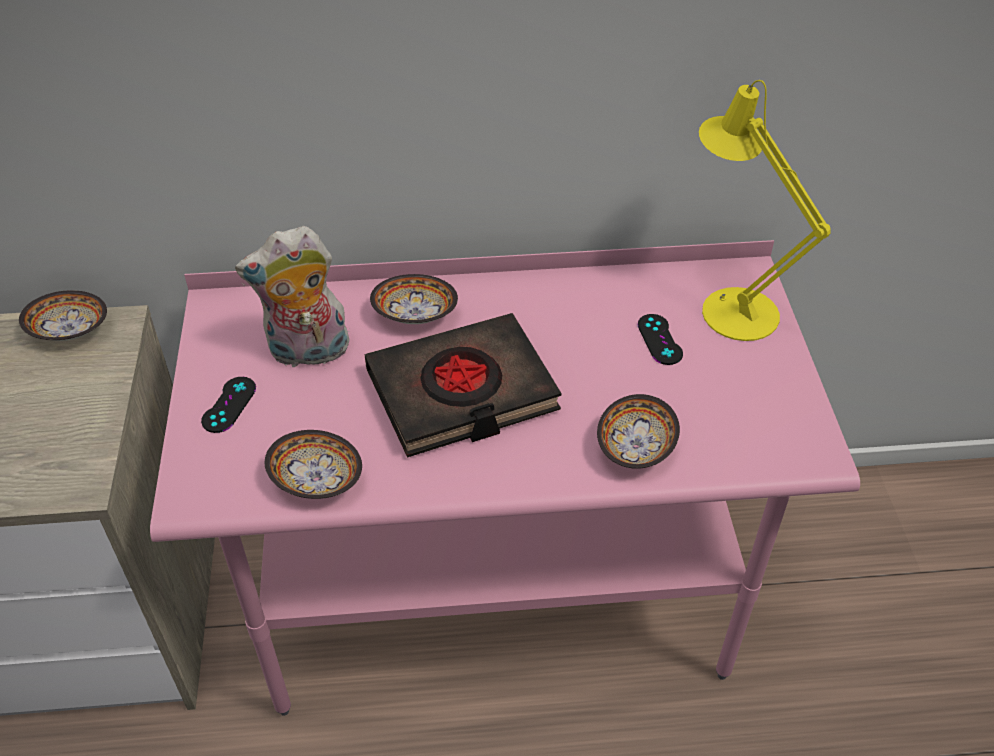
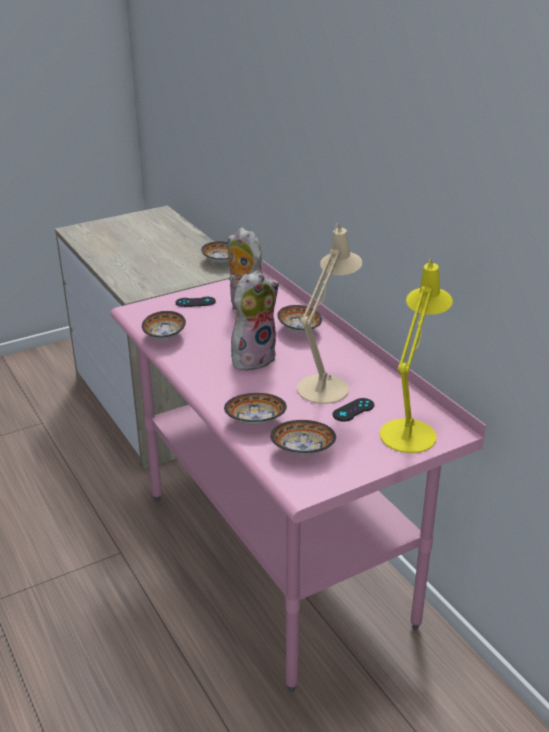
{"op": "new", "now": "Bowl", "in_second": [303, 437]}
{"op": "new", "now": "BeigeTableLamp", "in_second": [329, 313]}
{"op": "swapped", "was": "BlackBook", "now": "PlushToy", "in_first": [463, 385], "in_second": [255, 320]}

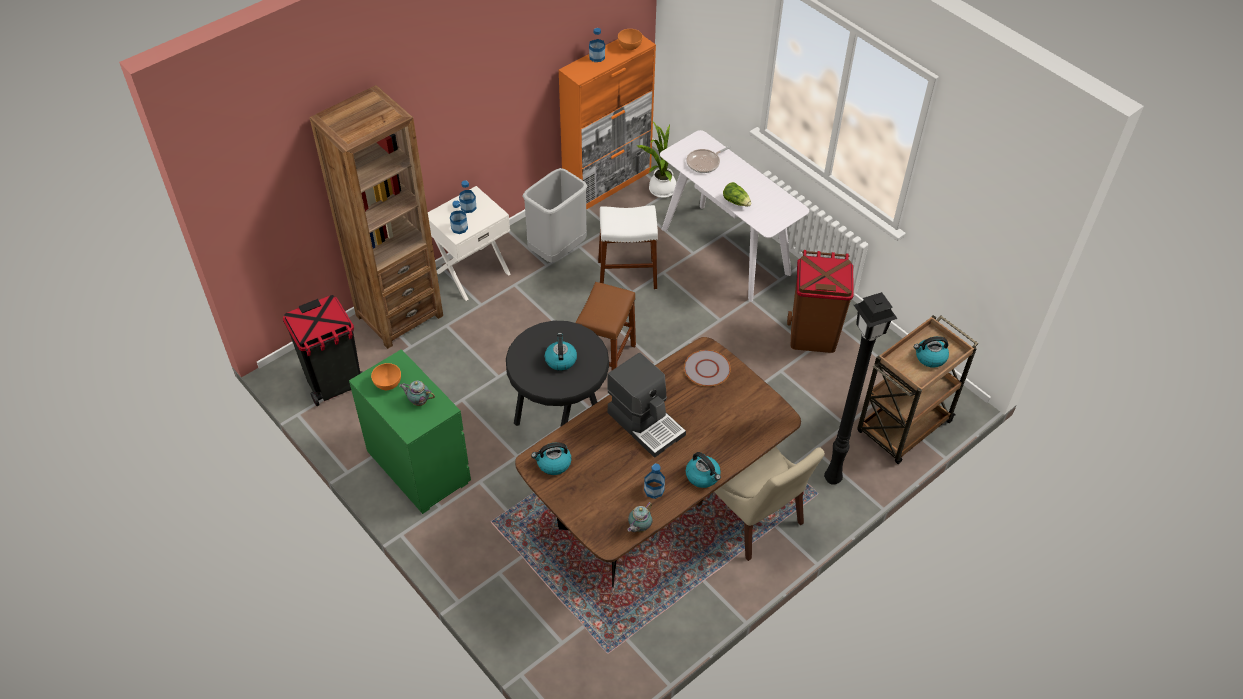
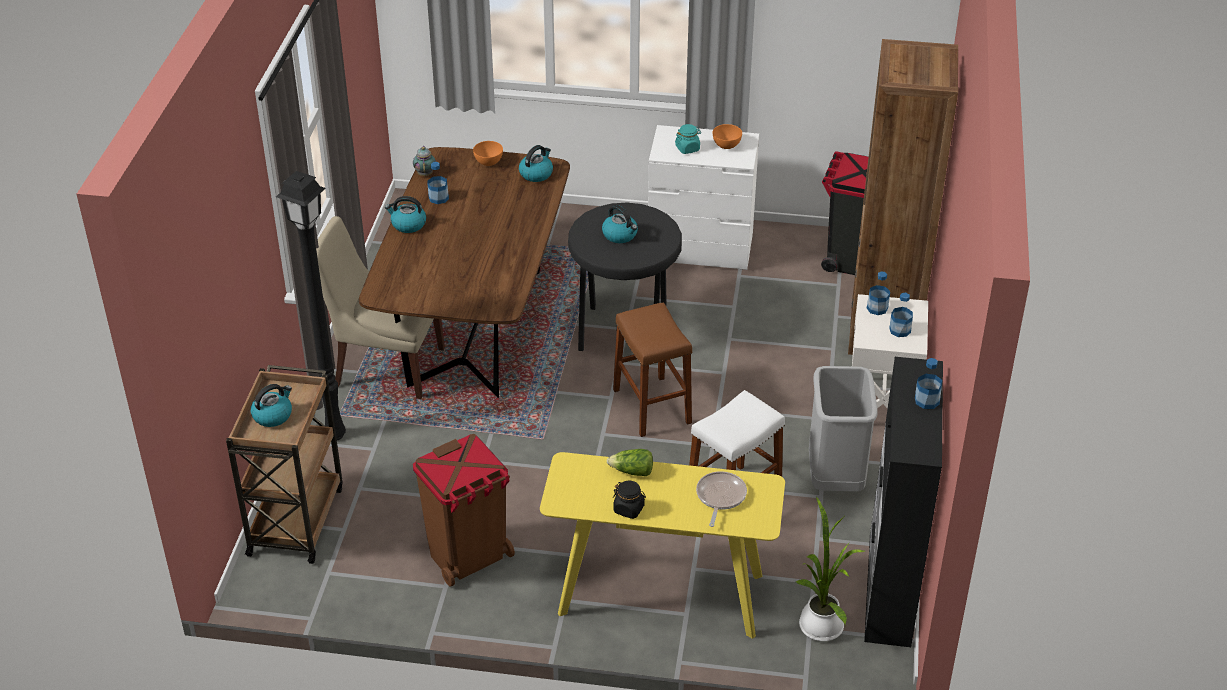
{"op": "gone", "was": "CoffeeMachine", "in_first": [646, 405]}
{"op": "gone", "was": "GreyPlate", "in_first": [707, 368]}
{"op": "new", "now": "BlackJar", "in_second": [629, 500]}
{"op": "shifted", "was": "OrangeBowl", "in_first": [630, 39], "in_second": [488, 153]}
{"op": "swapped", "was": "Teapot", "now": "TurquoiseJar", "in_first": [417, 393], "in_second": [688, 139]}
{"op": "repainted", "was": "GreenDresser", "now": "WhiteDresser", "in_first": [410, 431], "in_second": [703, 197]}
{"op": "repainted", "was": "OrangeCabinet", "now": "BlackCabinet", "in_first": [607, 123], "in_second": [903, 502]}
{"op": "repainted", "was": "WhiteConsoleTable", "now": "YellowConsoleTable", "in_first": [734, 216], "in_second": [662, 545]}

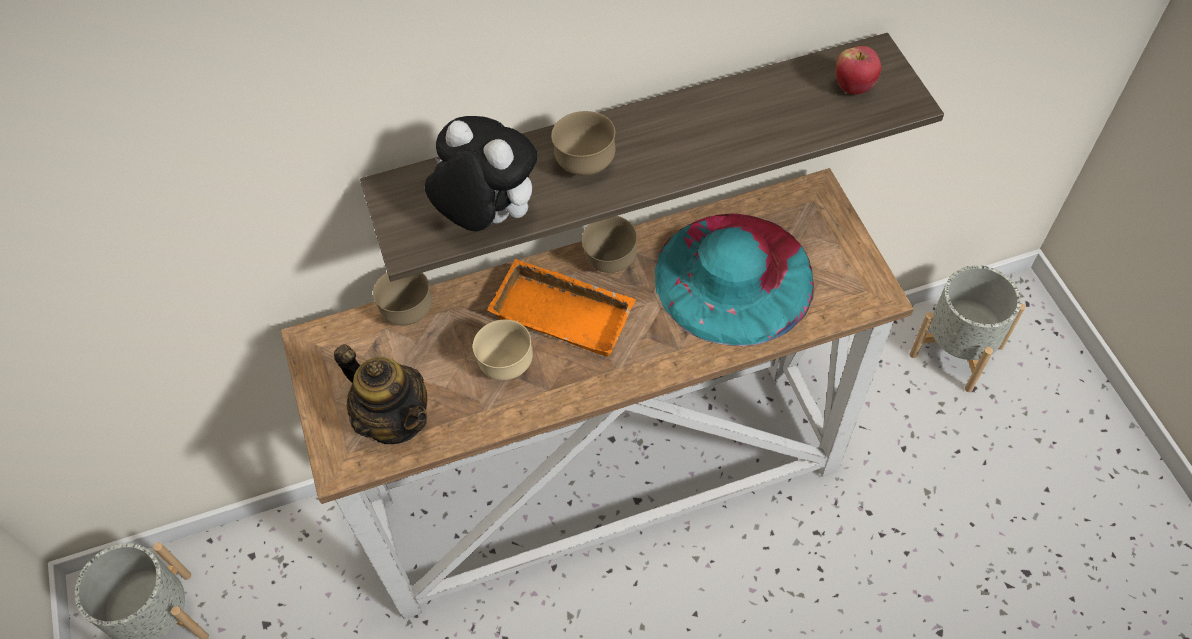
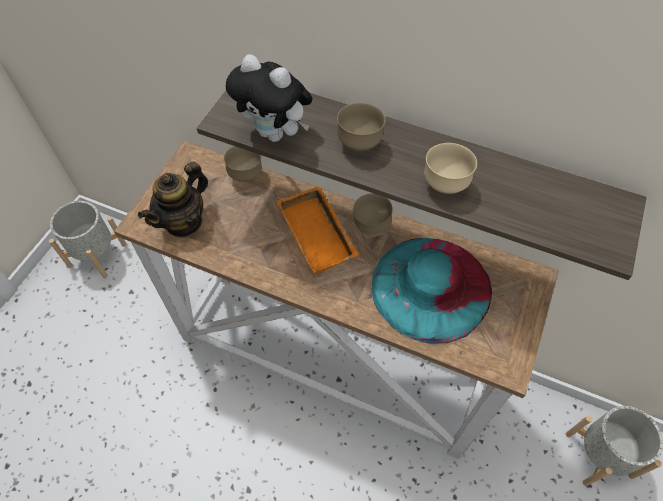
{"op": "gone", "was": "Apple", "in_first": [858, 70]}
{"op": "shifted", "was": "BeigeBowl", "in_first": [503, 350], "in_second": [450, 168]}
{"op": "rotated", "was": "Teapot", "in_first": [380, 394], "in_second": [173, 199], "clockwise": 45}
{"op": "rotated", "was": "PlushToy", "in_first": [481, 174], "in_second": [269, 98], "clockwise": 135}

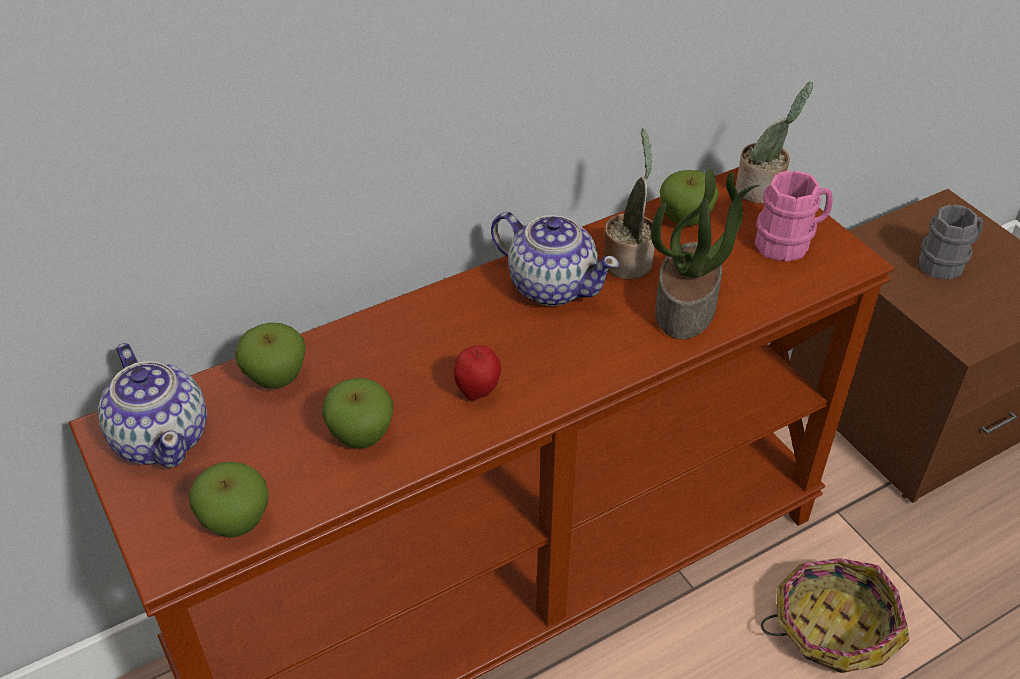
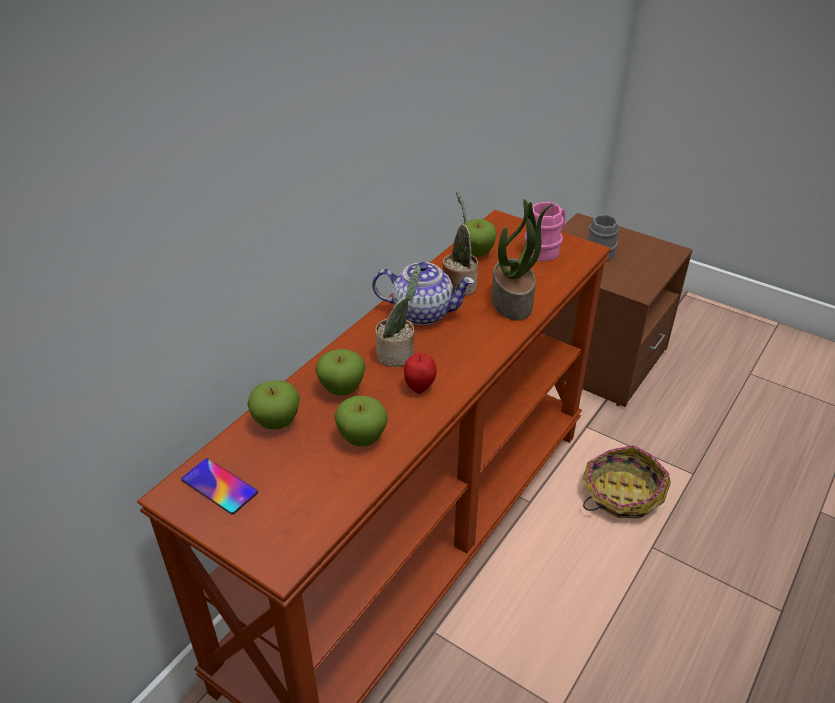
{"op": "shifted", "was": "Apple", "in_first": [229, 499], "in_second": [340, 372]}
{"op": "shifted", "was": "PottedPlant", "in_first": [774, 143], "in_second": [398, 316]}
{"op": "swapped", "was": "Teapot", "now": "Phone", "in_first": [152, 405], "in_second": [219, 486]}

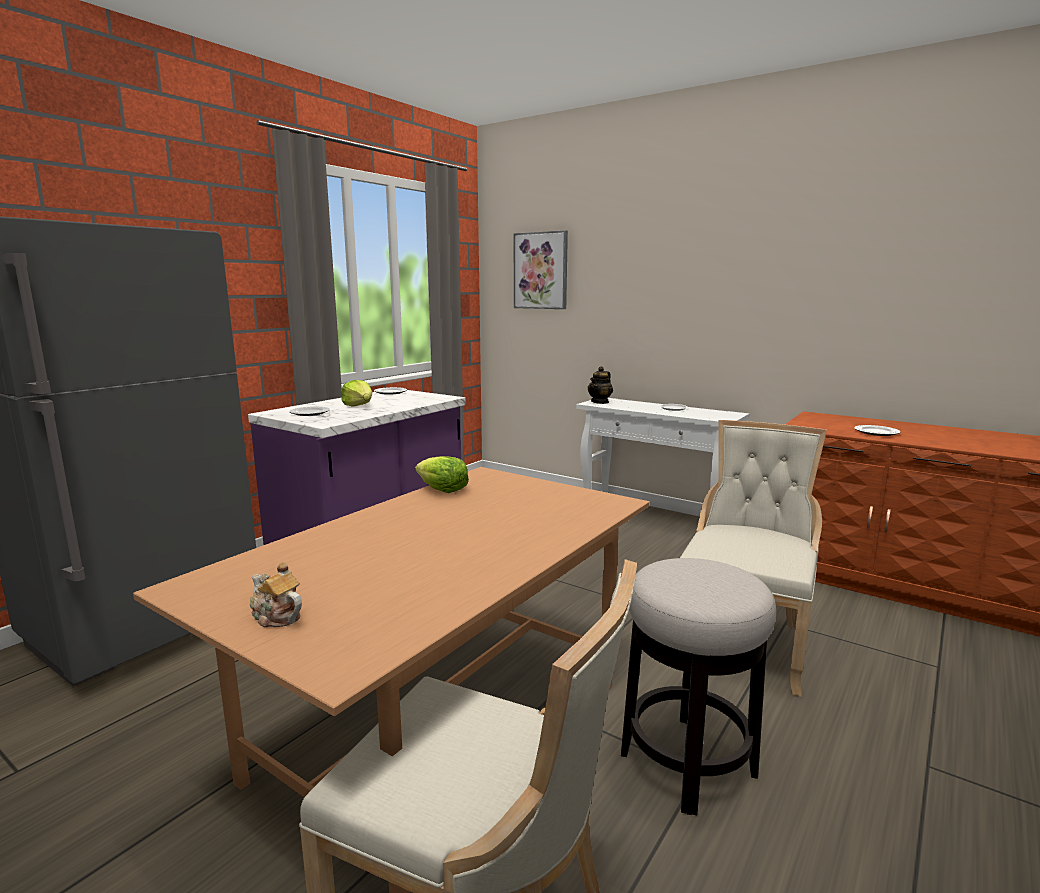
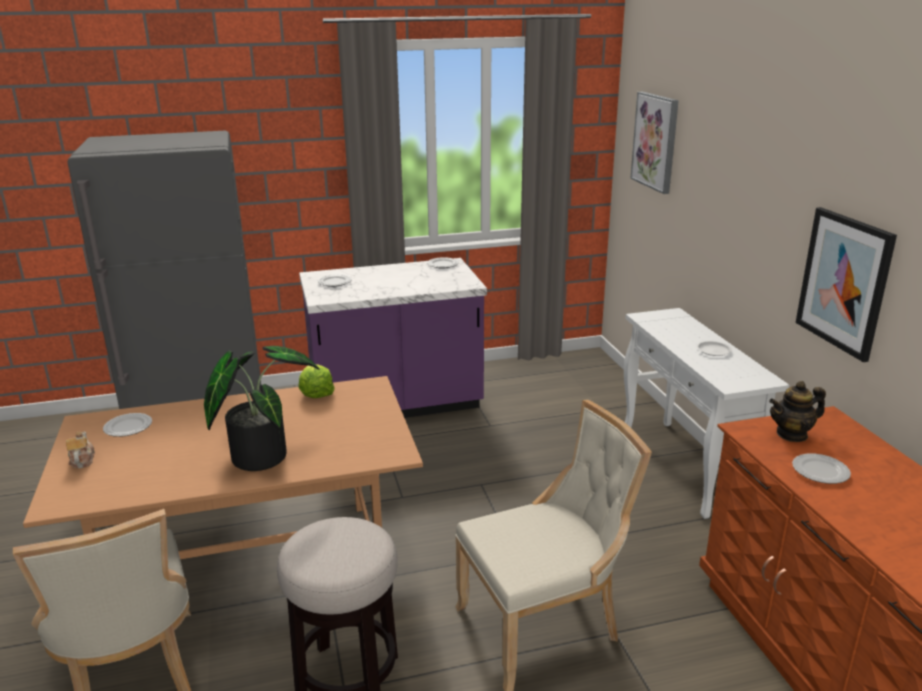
{"op": "gone", "was": "Lettuce", "in_first": [356, 393]}
{"op": "new", "now": "Plate", "in_second": [127, 425]}
{"op": "new", "now": "PottedPlant", "in_second": [261, 408]}
{"op": "new", "now": "Picture", "in_second": [846, 284]}
{"op": "shifted", "was": "Teapot", "in_first": [600, 385], "in_second": [797, 411]}

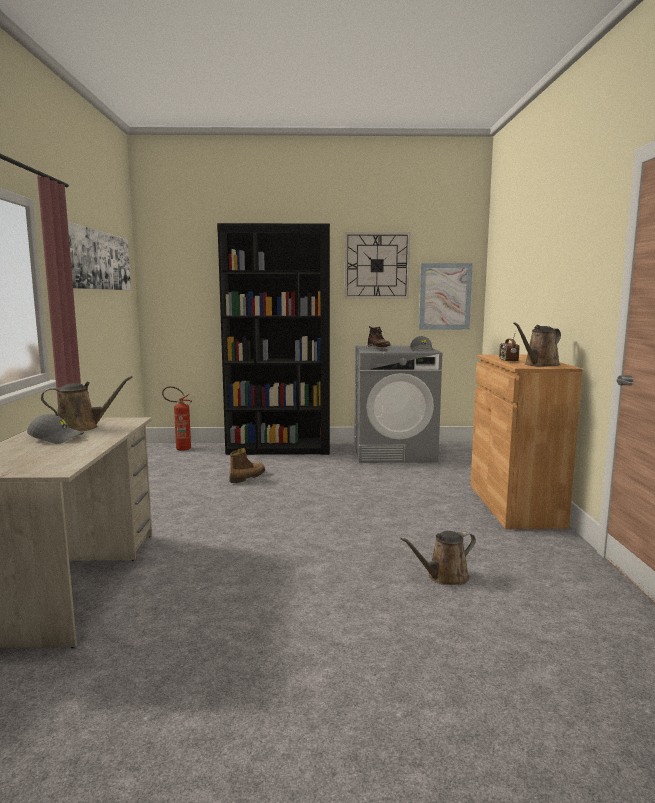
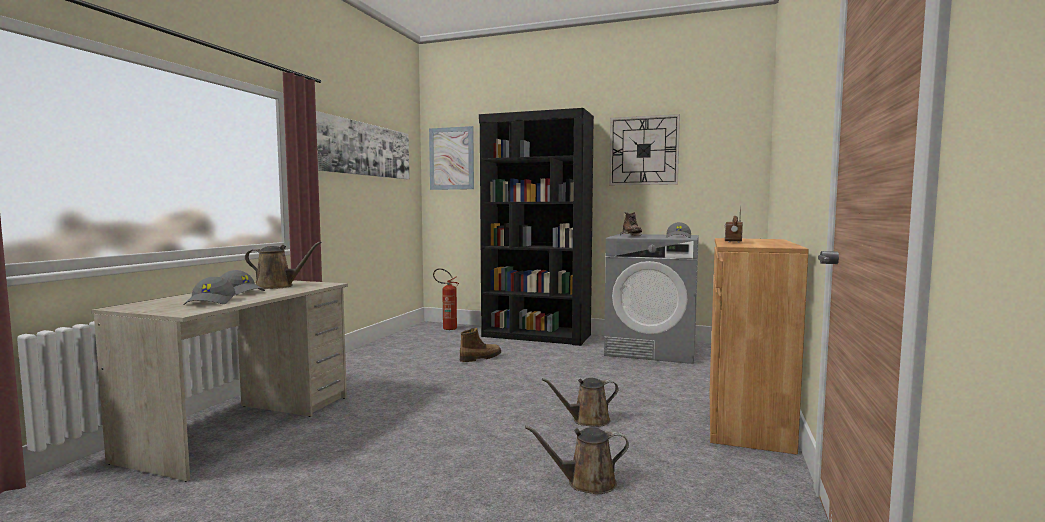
{"op": "new", "now": "GreyCap", "in_second": [209, 291]}
{"op": "shifted", "was": "Picture", "in_first": [446, 296], "in_second": [451, 158]}
{"op": "shifted", "was": "BrownWateringCan", "in_first": [537, 344], "in_second": [580, 402]}

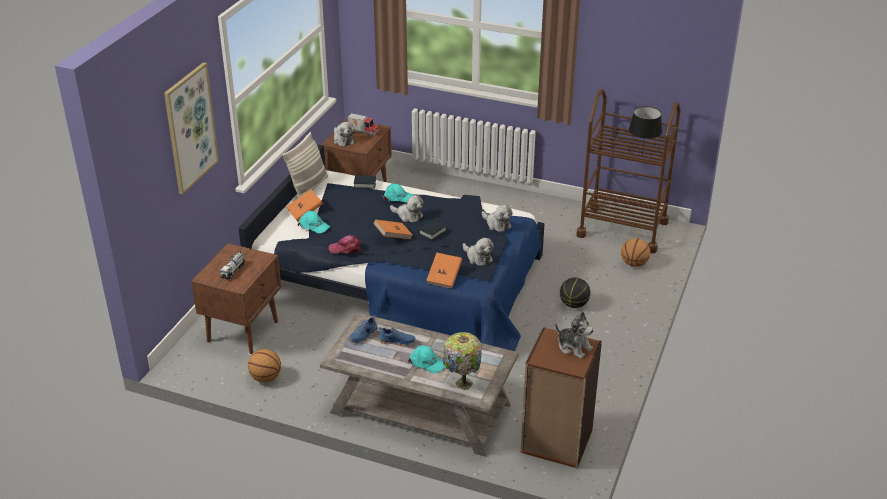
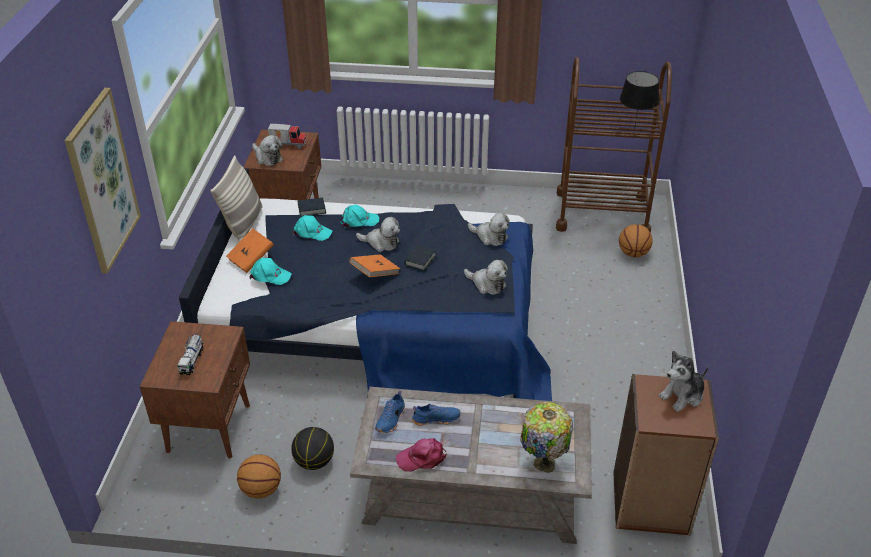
{"op": "gone", "was": "OrangeBook", "in_first": [444, 271]}
{"op": "shifted", "was": "PinkCap", "in_first": [346, 244], "in_second": [421, 455]}
{"op": "shifted", "was": "TurquoiseCap", "in_first": [426, 359], "in_second": [312, 228]}
{"op": "shifted", "was": "Basketball", "in_first": [575, 292], "in_second": [312, 448]}
{"op": "rotated", "was": "PlushToy", "in_first": [574, 335], "in_second": [683, 381], "clockwise": 120}

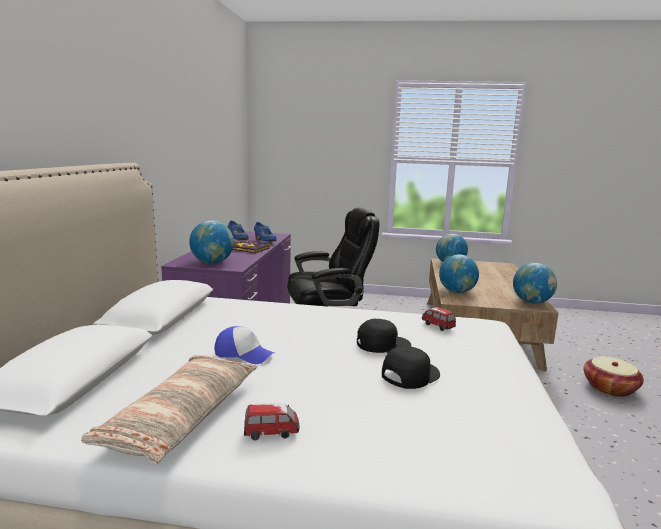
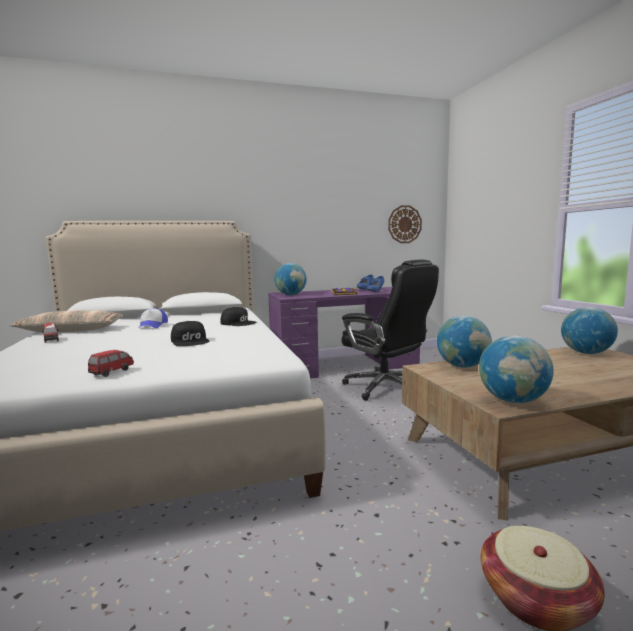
{"op": "new", "now": "WallClock", "in_second": [405, 224]}
{"op": "shifted", "was": "BlackCap", "in_first": [411, 367], "in_second": [238, 316]}
{"op": "shifted", "was": "ToyCar", "in_first": [439, 319], "in_second": [111, 363]}

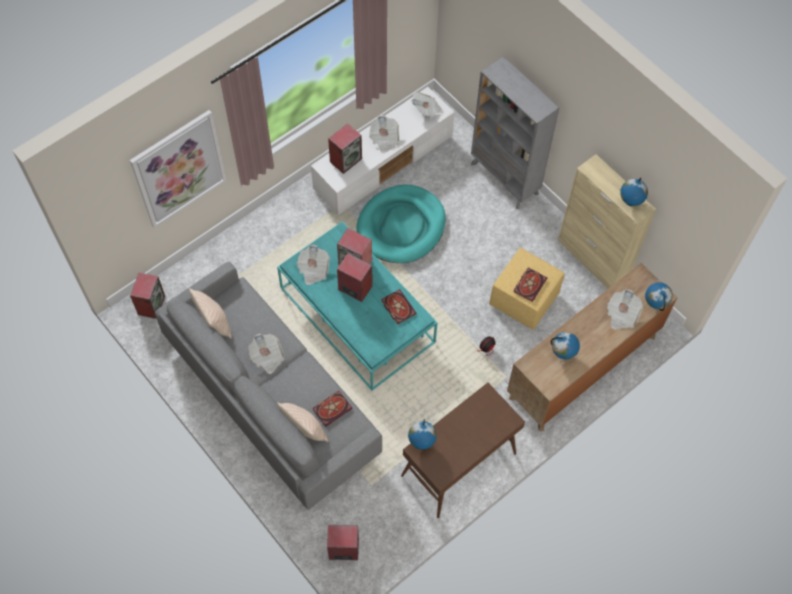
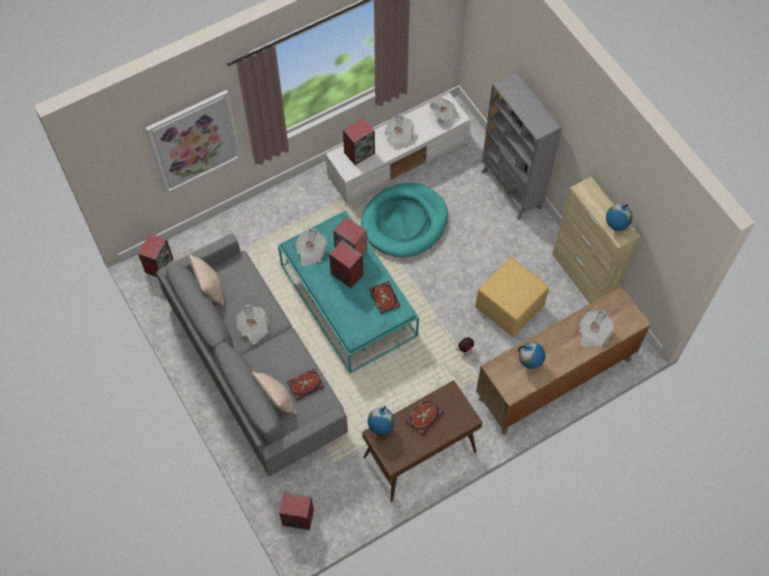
{"op": "gone", "was": "Globe", "in_first": [659, 296]}
{"op": "shifted", "was": "Book", "in_first": [530, 285], "in_second": [424, 416]}

